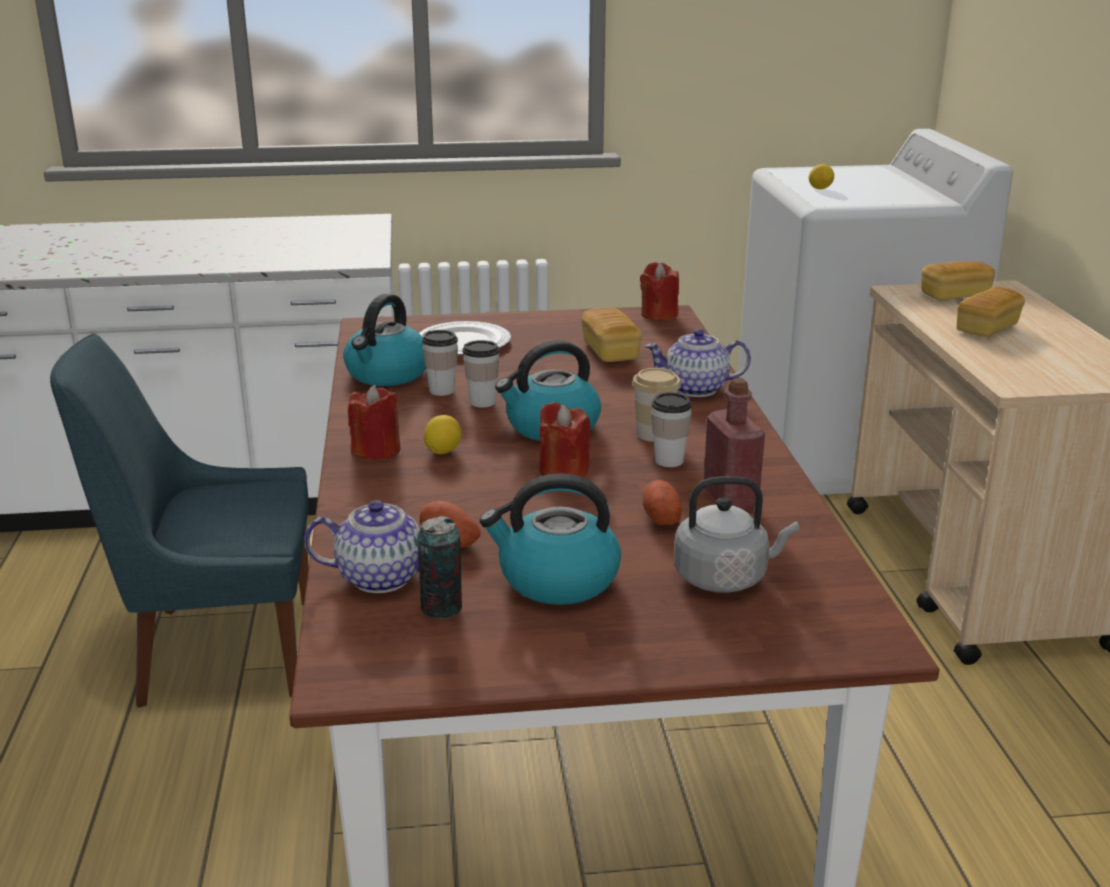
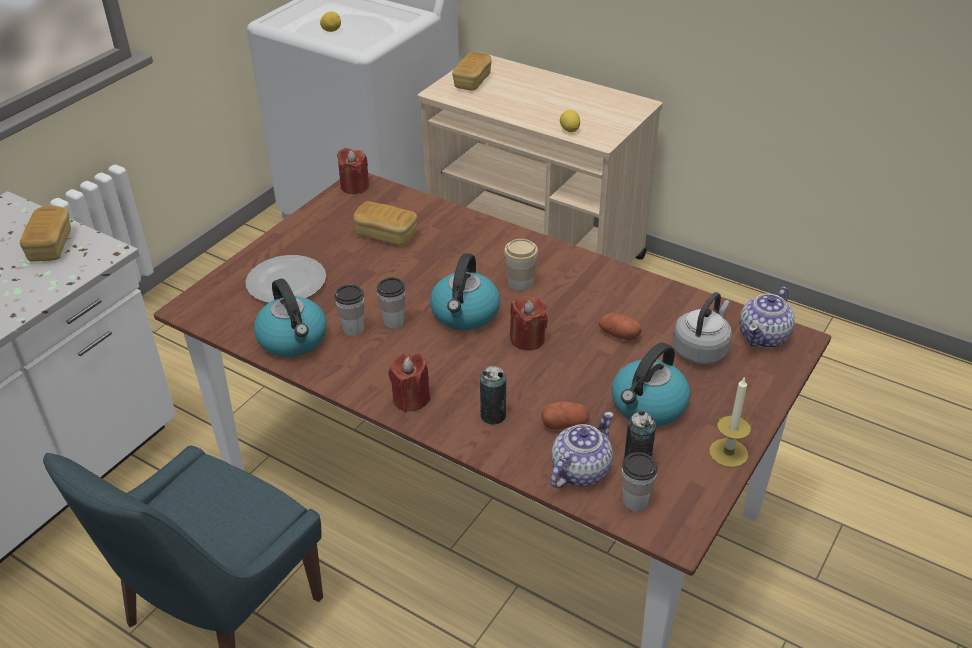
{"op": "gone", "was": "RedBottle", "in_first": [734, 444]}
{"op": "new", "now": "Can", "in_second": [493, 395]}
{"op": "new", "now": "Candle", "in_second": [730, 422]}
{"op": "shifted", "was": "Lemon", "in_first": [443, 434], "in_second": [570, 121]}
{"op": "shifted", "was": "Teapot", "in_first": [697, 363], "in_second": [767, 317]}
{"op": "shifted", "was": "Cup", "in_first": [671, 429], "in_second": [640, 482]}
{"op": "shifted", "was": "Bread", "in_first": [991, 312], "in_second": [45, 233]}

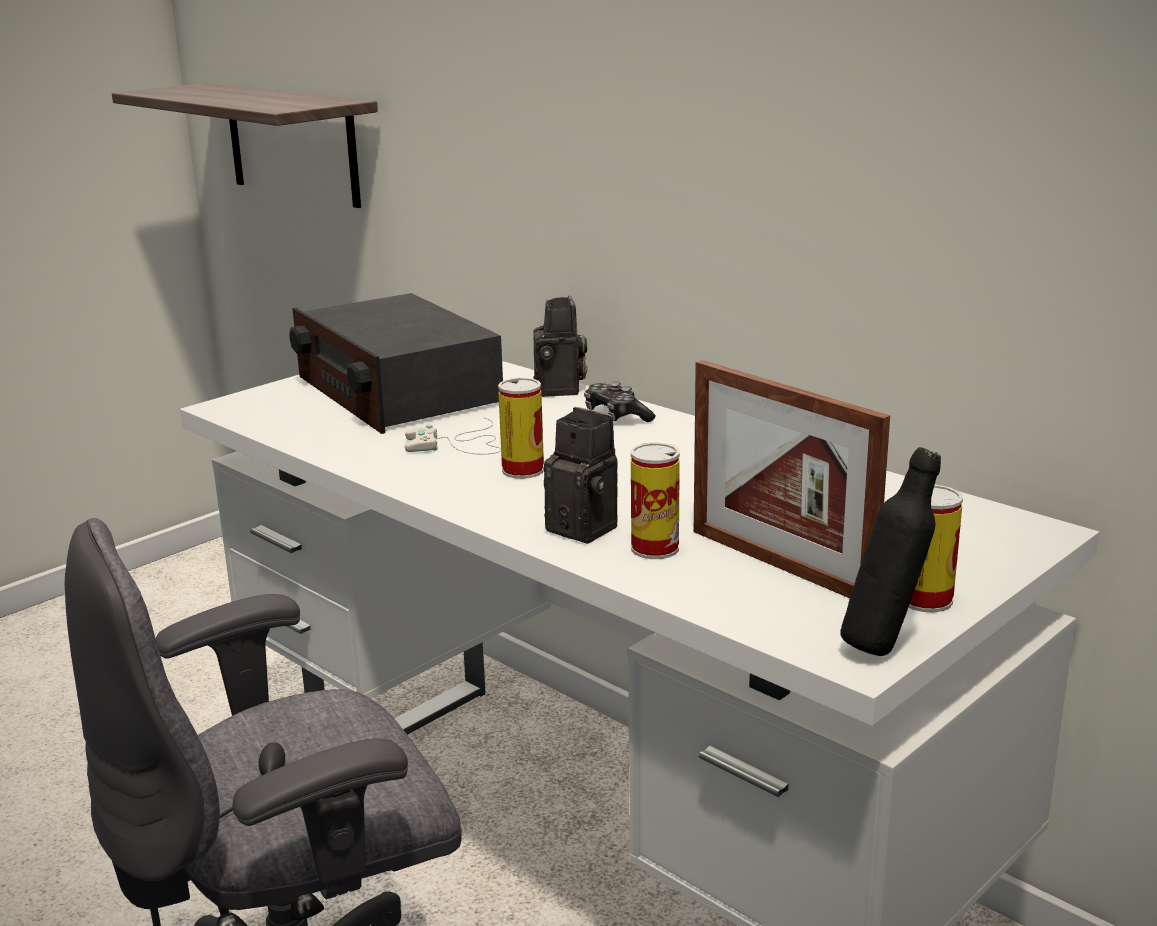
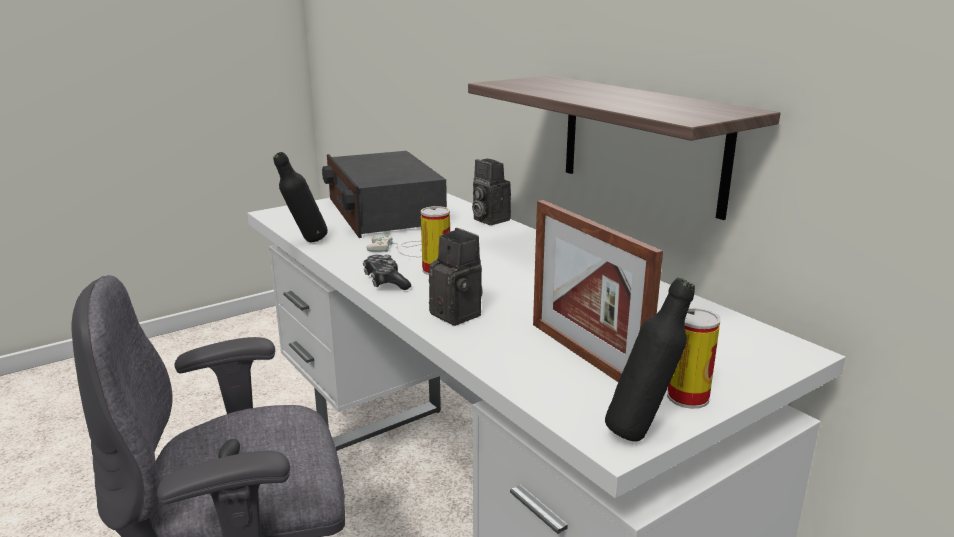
{"op": "gone", "was": "Can", "in_first": [655, 501]}
{"op": "new", "now": "BlackBottle", "in_second": [300, 197]}
{"op": "shifted", "was": "Shelf", "in_first": [245, 145], "in_second": [624, 147]}
{"op": "shifted", "was": "GameController", "in_first": [619, 401], "in_second": [387, 272]}
{"op": "rotated", "was": "PhotoCamera", "in_first": [560, 346], "in_second": [491, 192], "clockwise": 135}

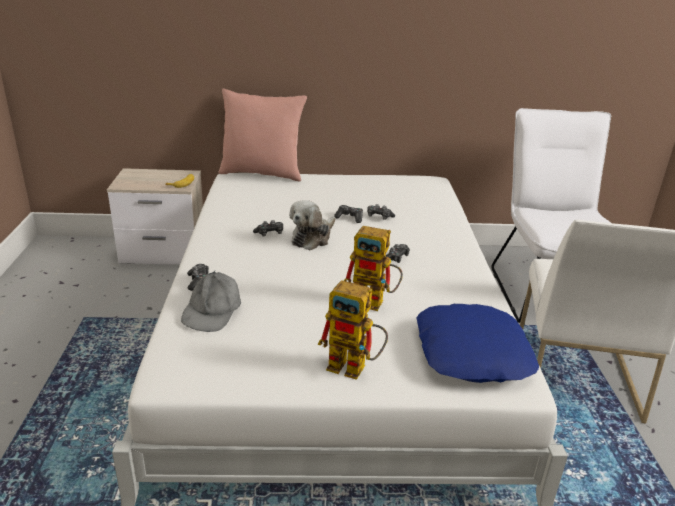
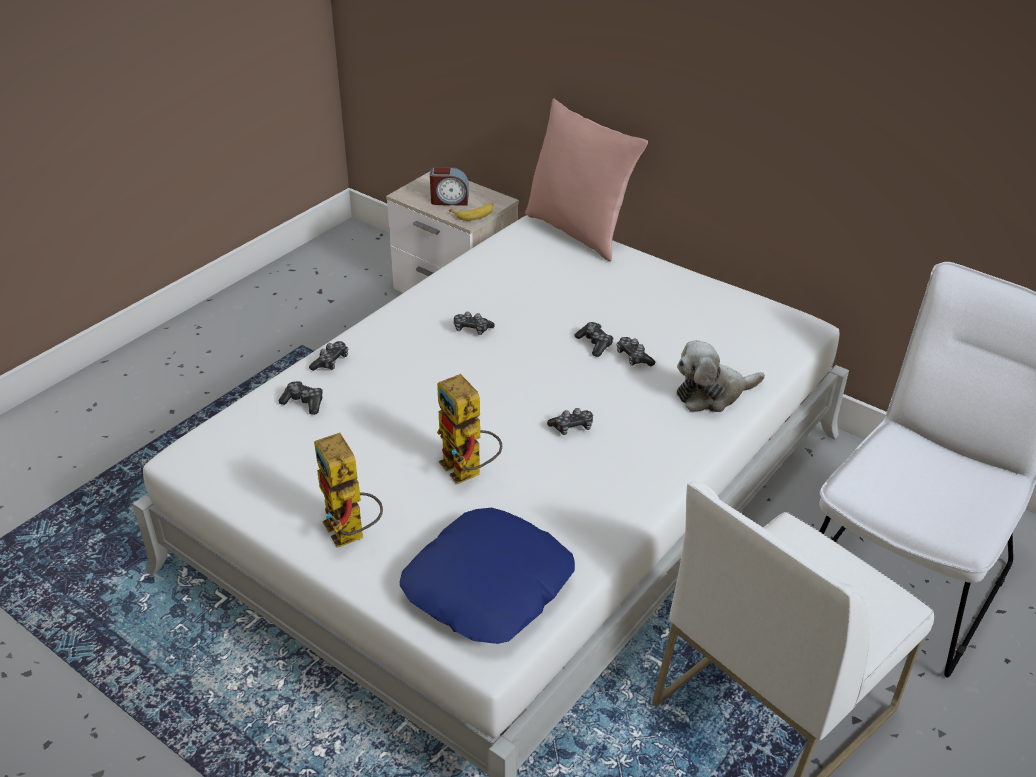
{"op": "new", "now": "AlarmClock", "in_second": [449, 186]}
{"op": "shifted", "was": "PlushToy", "in_first": [312, 225], "in_second": [721, 376]}
{"op": "swapped", "was": "GreyCap", "now": "GameController", "in_first": [211, 301], "in_second": [301, 398]}

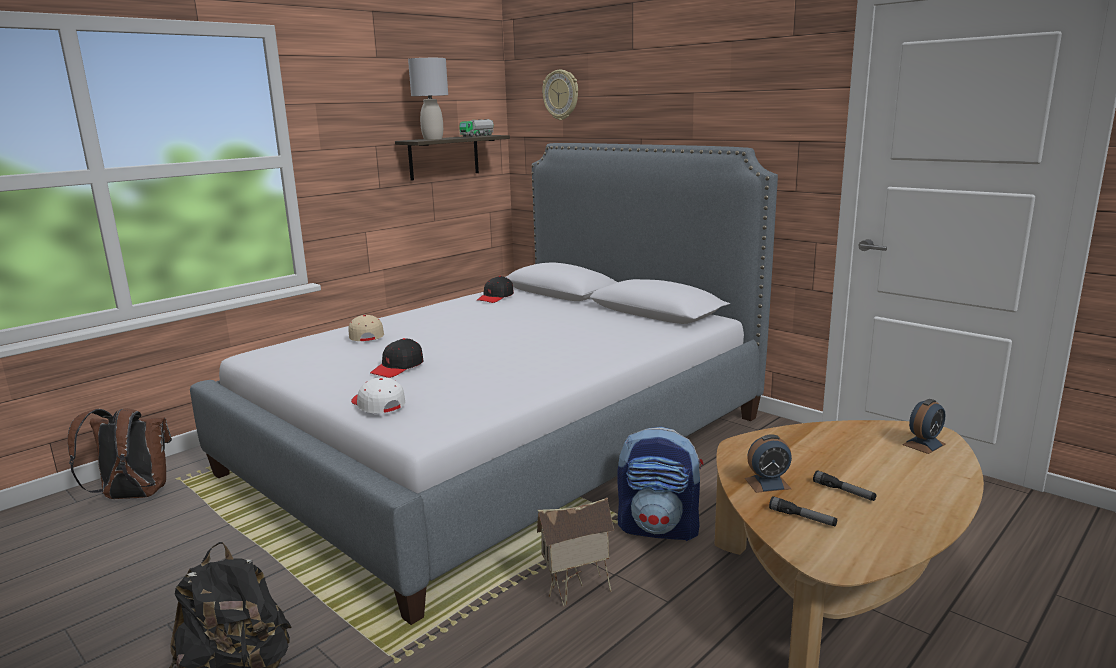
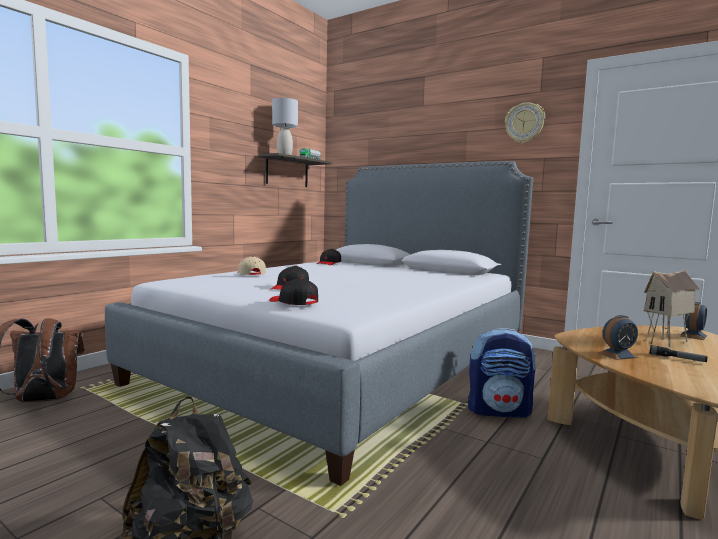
{"op": "gone", "was": "Flashlight", "in_first": [803, 511]}
{"op": "shifted", "was": "ToyHouse", "in_first": [575, 552], "in_second": [672, 309]}
{"op": "shifted", "was": "WallClock", "in_first": [560, 95], "in_second": [525, 122]}
{"op": "repainted", "was": "WhiteCap", "now": "BlackCap", "in_first": [378, 395], "in_second": [293, 291]}

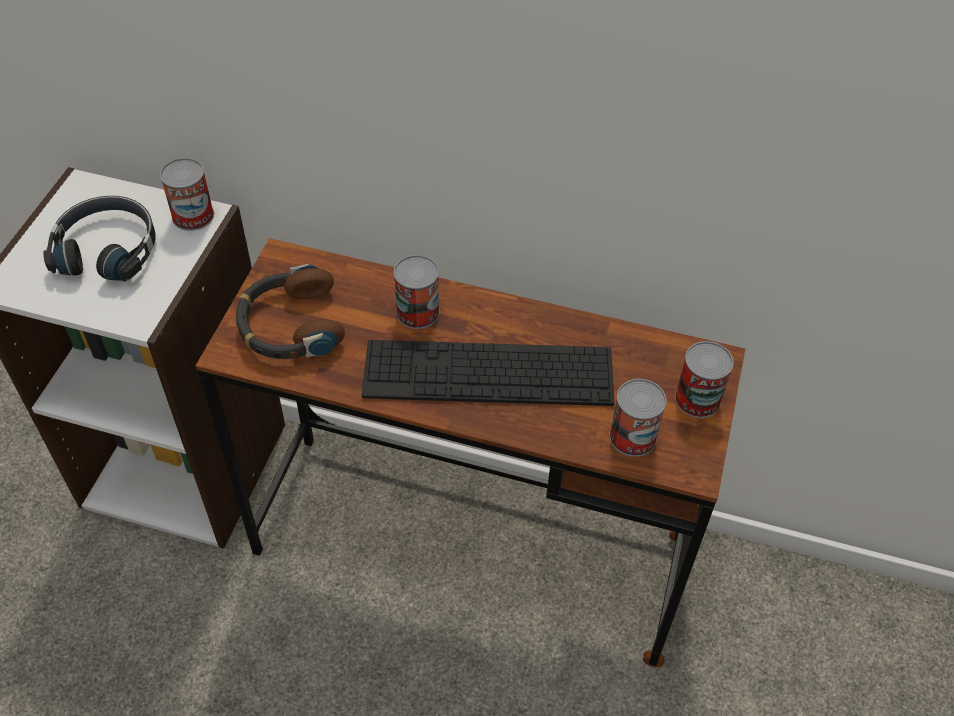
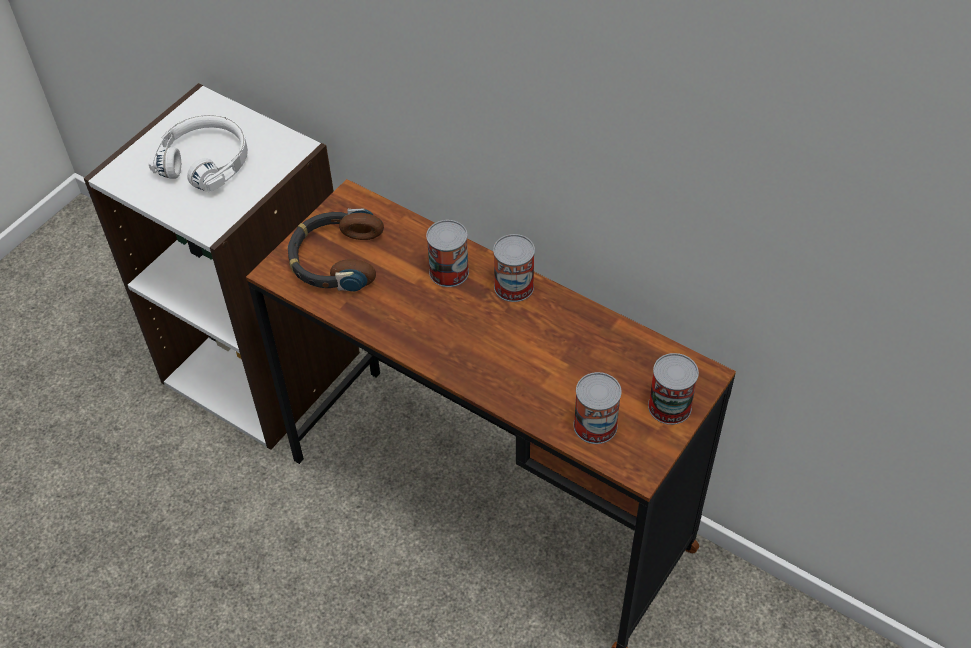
{"op": "gone", "was": "Keyboard", "in_first": [488, 373]}
{"op": "shifted", "was": "Can", "in_first": [187, 194], "in_second": [514, 268]}
{"op": "repainted", "was": "BlackHeadphones", "now": "WhiteHeadphones", "in_first": [99, 238], "in_second": [198, 153]}

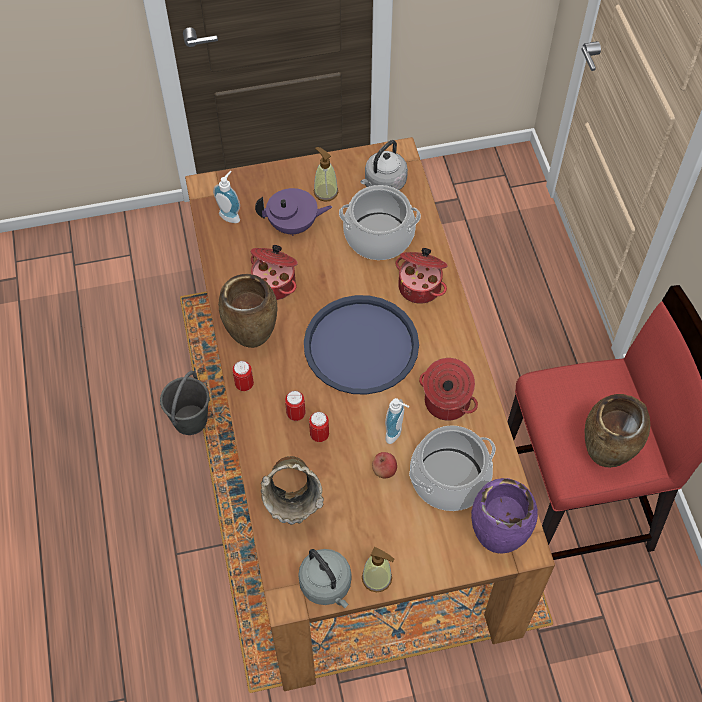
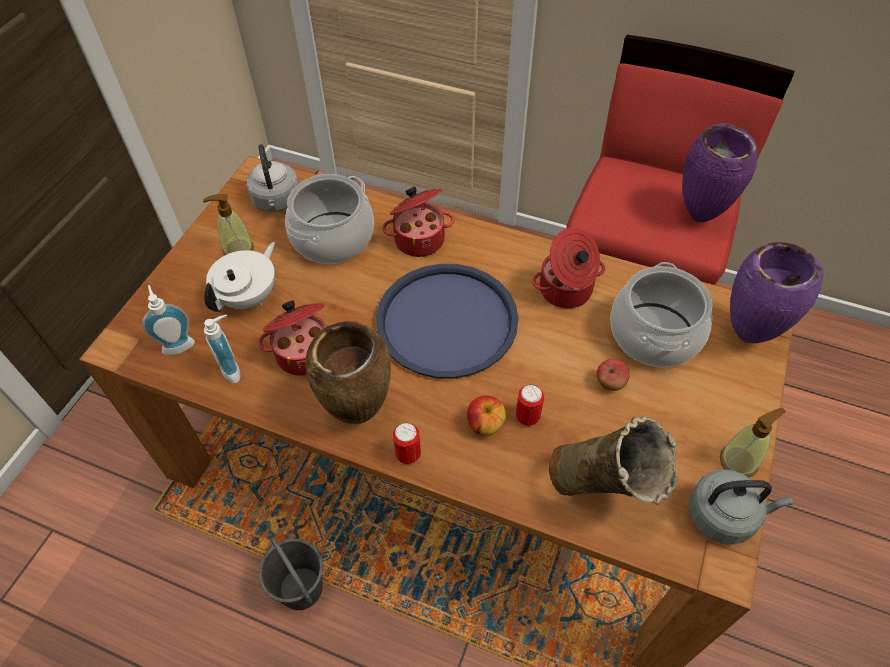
{"op": "shifted", "was": "SoapDispenser", "in_first": [397, 421], "in_second": [222, 349]}
{"op": "swapped", "was": "Can", "now": "Apple", "in_first": [295, 406], "in_second": [486, 415]}
{"op": "repainted", "was": "PurpleTeapot", "now": "WhiteTeapot", "in_first": [293, 212], "in_second": [239, 277]}
{"op": "repainted", "was": "BrownVase", "now": "PurpleVase", "in_first": [617, 431], "in_second": [720, 172]}

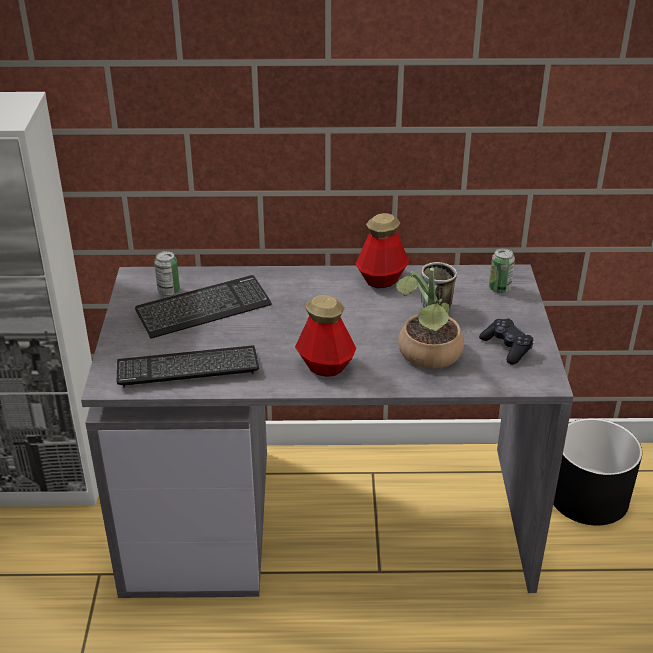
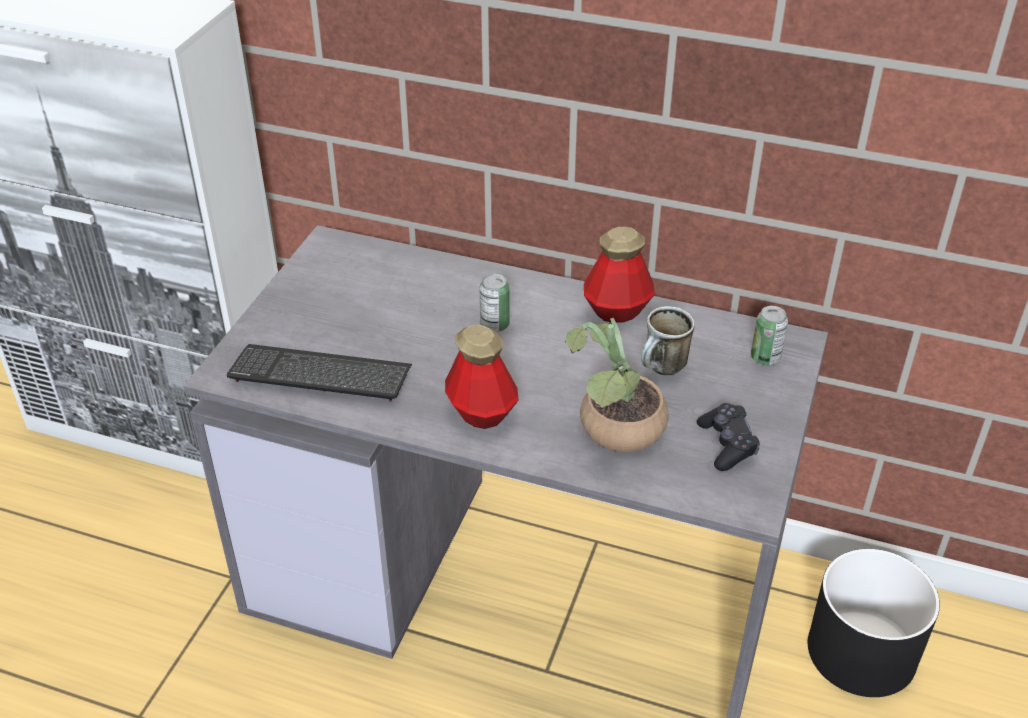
{"op": "gone", "was": "Keyboard", "in_first": [203, 307]}
{"op": "shifted", "was": "Can", "in_first": [167, 273], "in_second": [494, 303]}

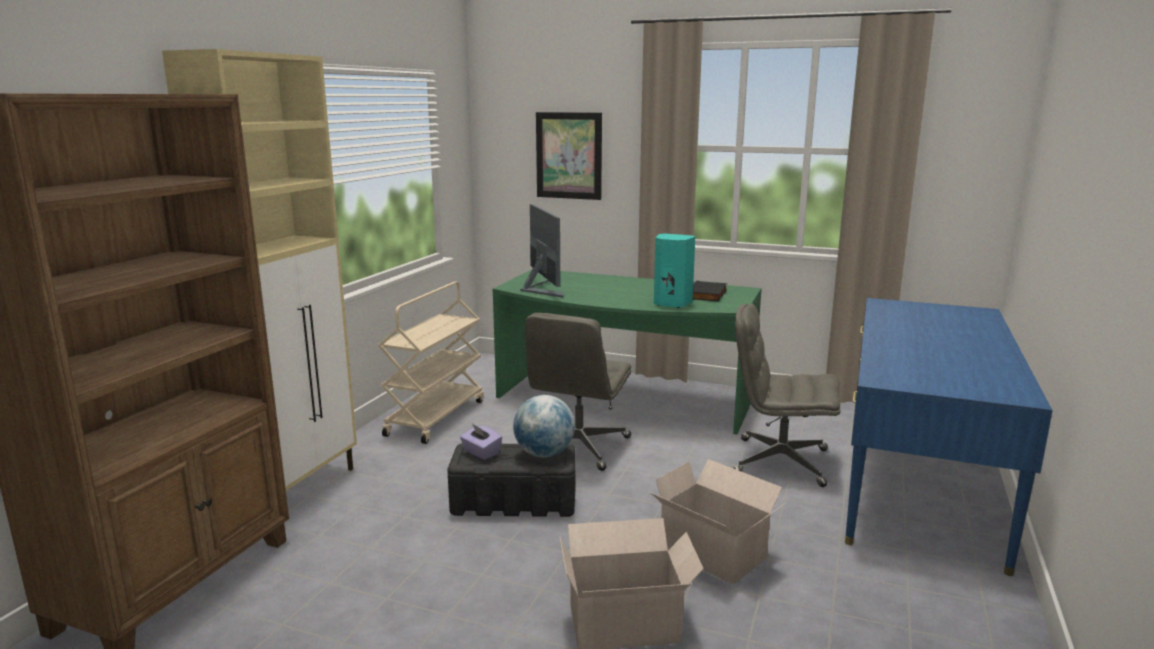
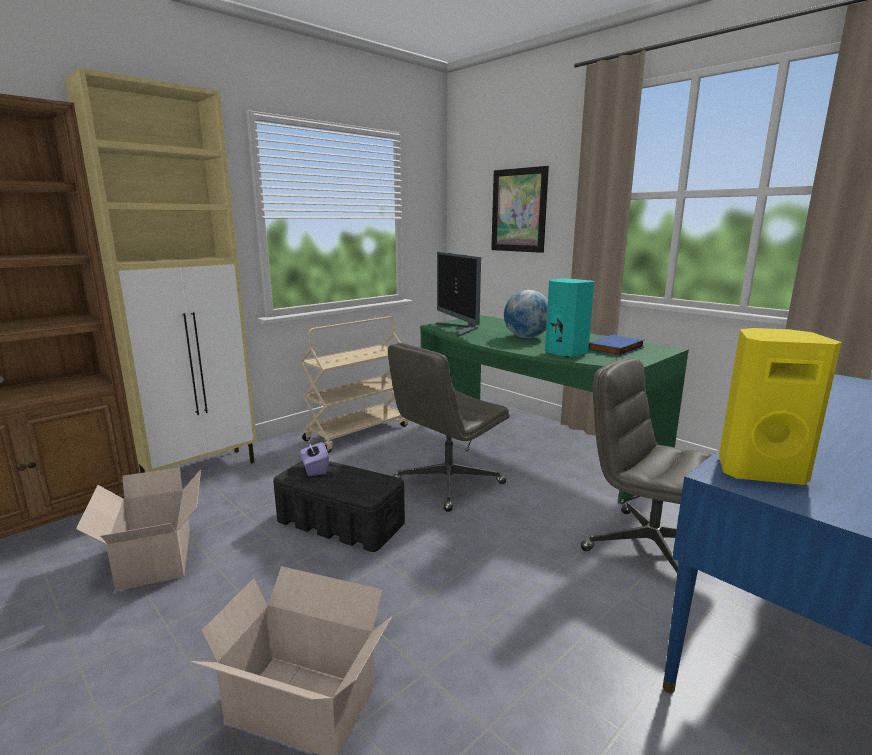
{"op": "new", "now": "YellowSpeaker", "in_second": [780, 406]}
{"op": "shifted", "was": "Globe", "in_first": [544, 426], "in_second": [526, 314]}
{"op": "shifted", "was": "CardboardBox", "in_first": [718, 522], "in_second": [138, 529]}
{"op": "repainted", "was": "BlackBook", "now": "BlueBook", "in_first": [710, 291], "in_second": [616, 345]}
{"op": "rotated", "was": "Monitor", "in_first": [541, 251], "in_second": [458, 294], "clockwise": 150}

